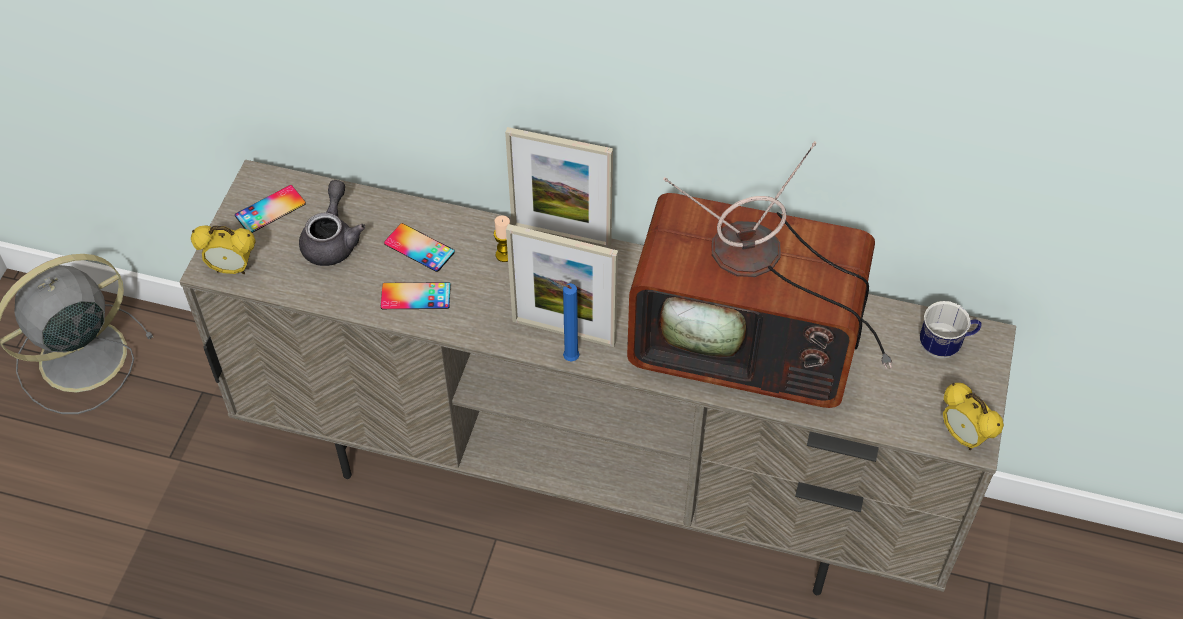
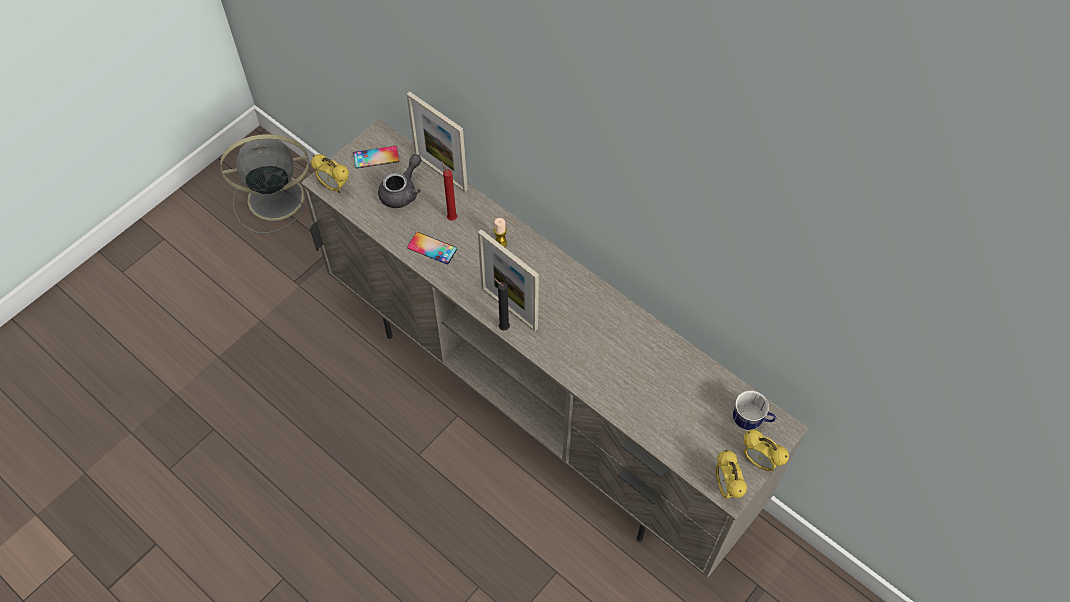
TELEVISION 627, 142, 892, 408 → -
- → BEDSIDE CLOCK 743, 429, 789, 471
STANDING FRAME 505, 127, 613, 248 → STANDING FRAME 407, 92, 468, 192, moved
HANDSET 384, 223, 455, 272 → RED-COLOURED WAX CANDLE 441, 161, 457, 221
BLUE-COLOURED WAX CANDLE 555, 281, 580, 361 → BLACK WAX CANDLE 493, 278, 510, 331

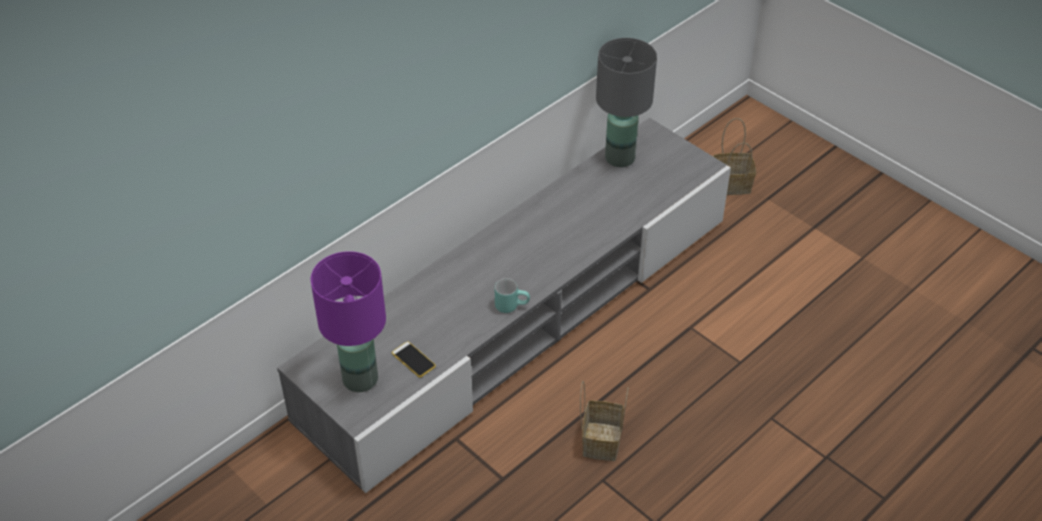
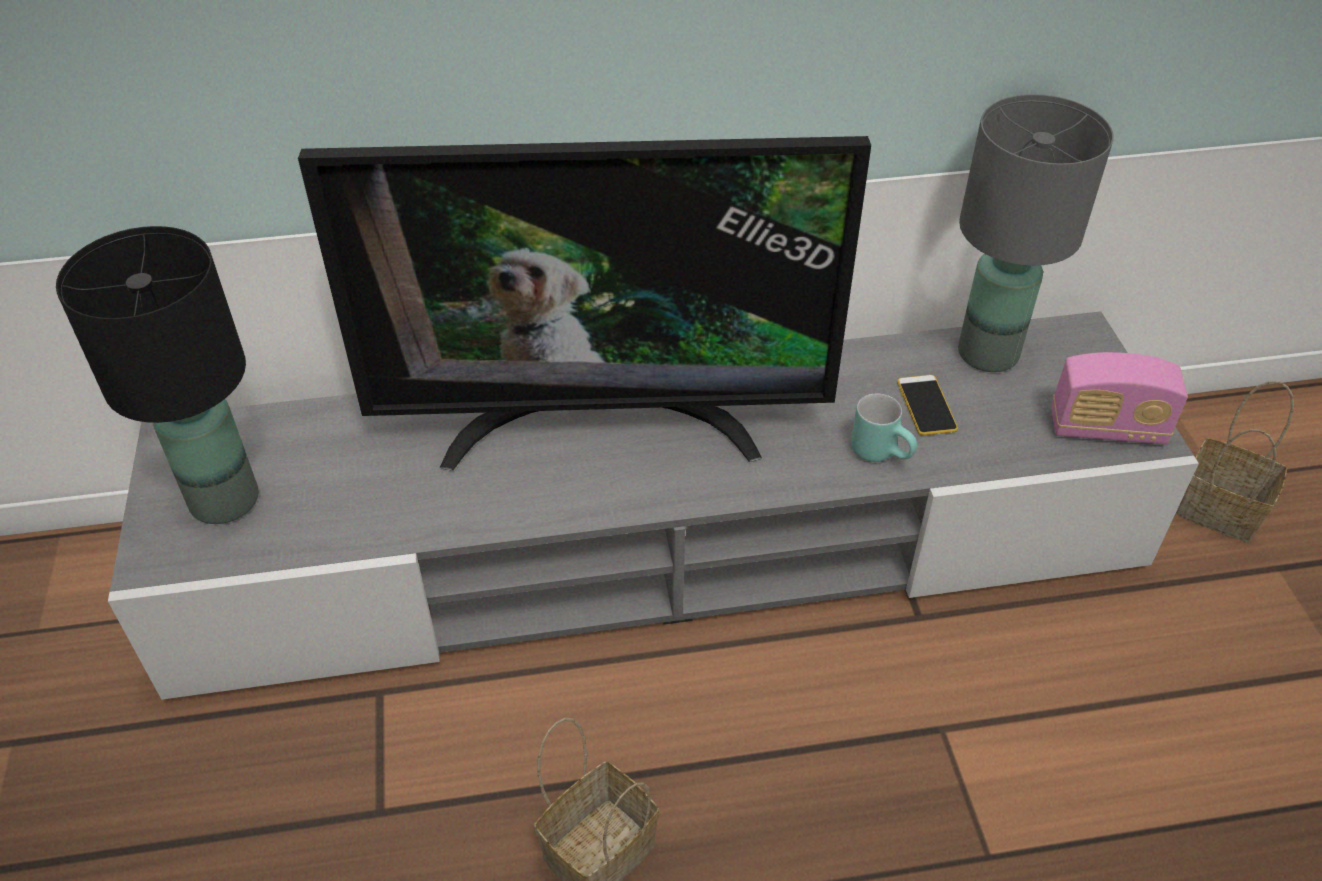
- → TELEVISION 298, 136, 871, 471
- → RADIO 1051, 352, 1188, 445
HANDSET 392, 342, 436, 377 → HANDSET 897, 375, 958, 436, moved
TURQUOISE TEA MUG 495, 278, 530, 313 → TURQUOISE TEA MUG 851, 394, 917, 462, moved
PURPLISH TABLE LAMP 311, 251, 386, 392 → BLACK TABLE LAMP 56, 226, 259, 524

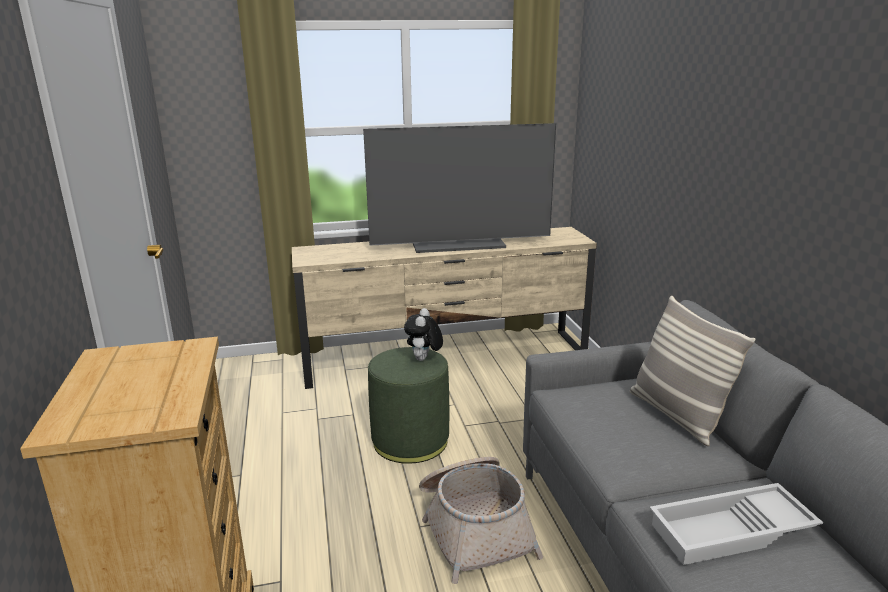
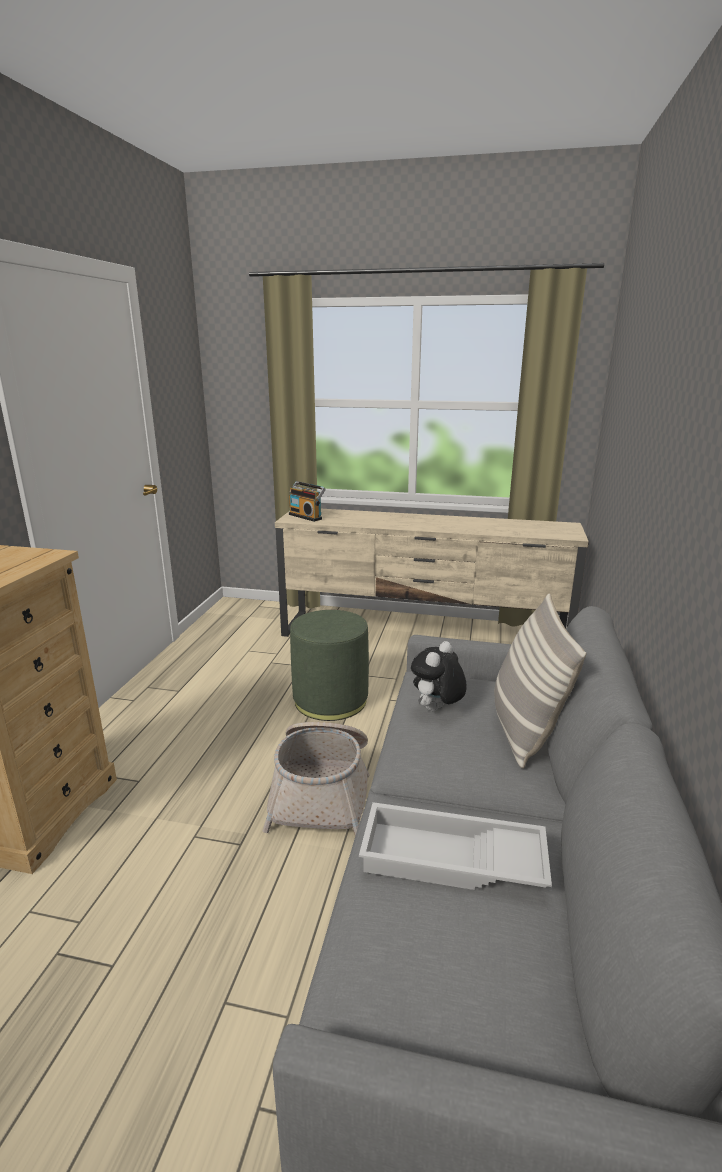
TELEVISION 363, 123, 556, 253 → -
- → RADIO 289, 481, 326, 522
SOFT TOY 404, 308, 443, 361 → SOFT TOY 411, 641, 467, 711, moved

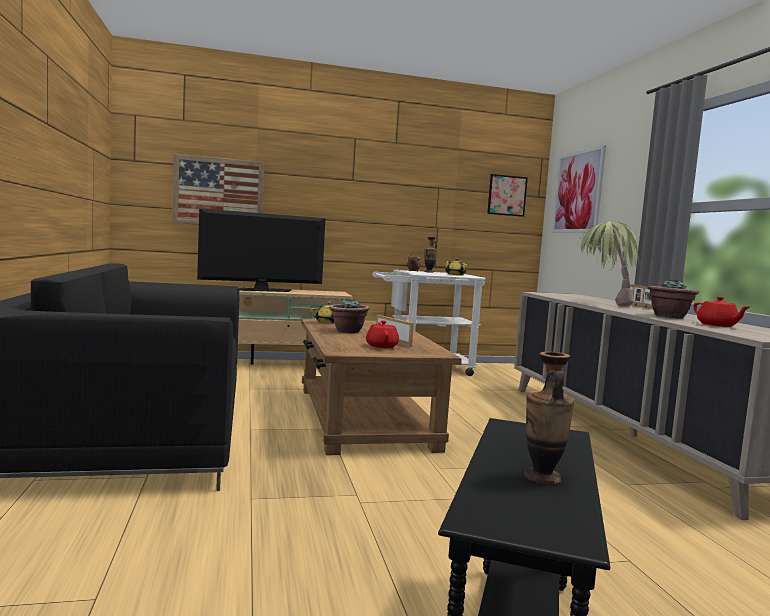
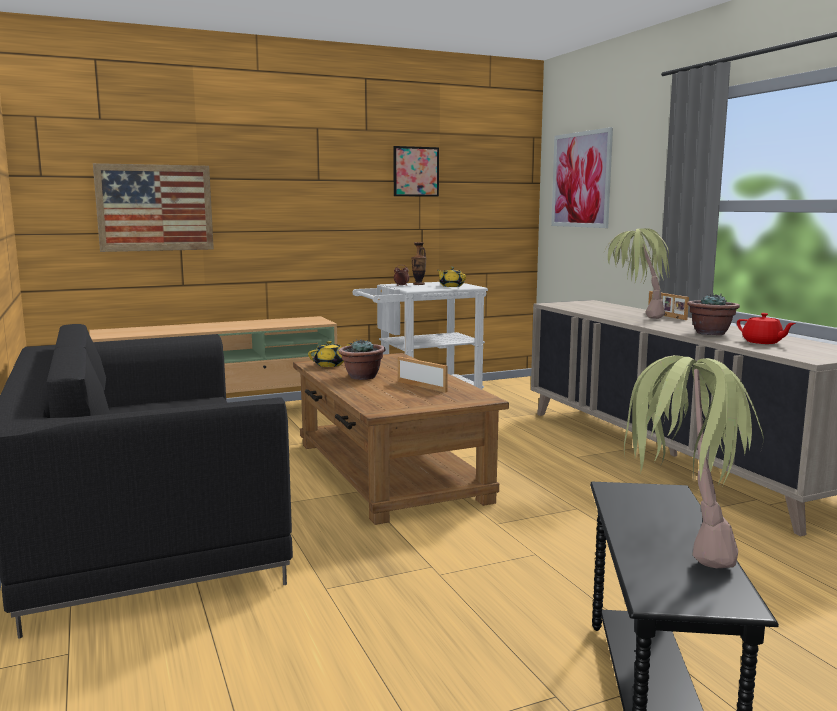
TELEVISION 197, 208, 325, 292 → -
RED-COLOURED POT FOR TEA 366, 320, 399, 348 → -
PICTURE 487, 174, 528, 217 → PICTURE 393, 146, 439, 197, moved
FLOWER VASE 524, 352, 574, 485 → HOUSEPLANT 624, 355, 763, 568

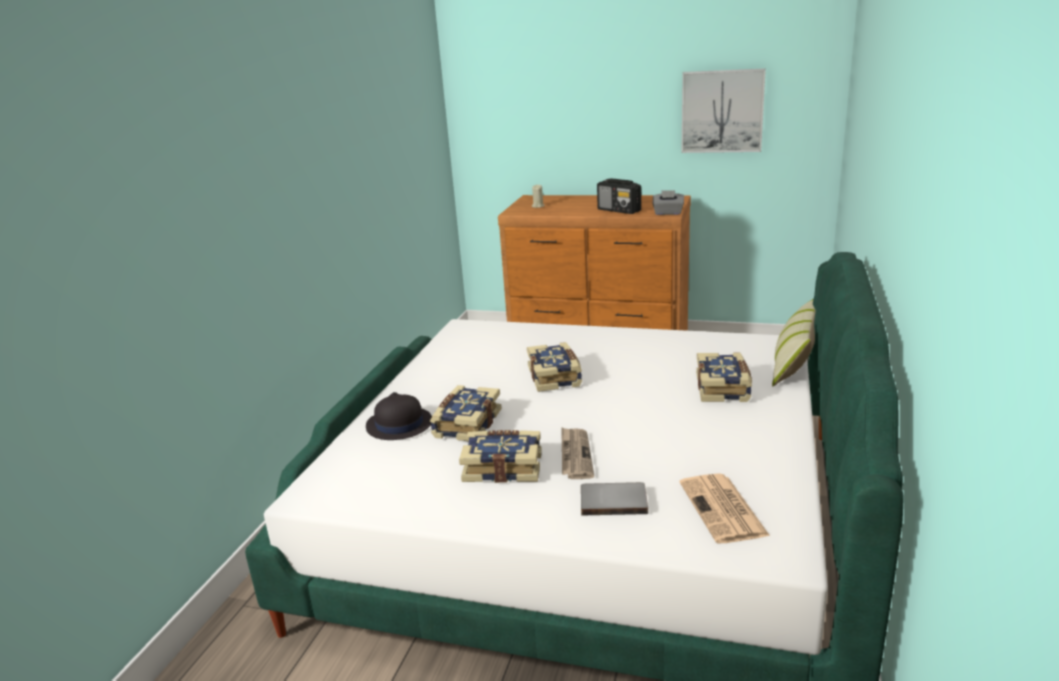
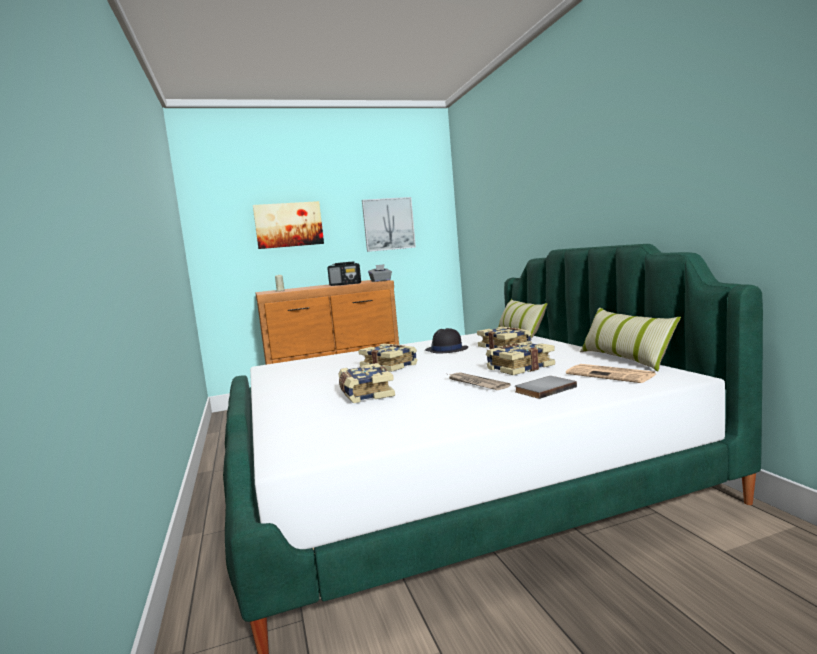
- → PICTURE 253, 201, 324, 249
- → CUSHION 580, 308, 681, 371
BLACK HAT 366, 392, 432, 440 → BLACK HAT 425, 328, 468, 353, moved
VOLUME 459, 430, 541, 483 → VOLUME 486, 341, 555, 375, moved

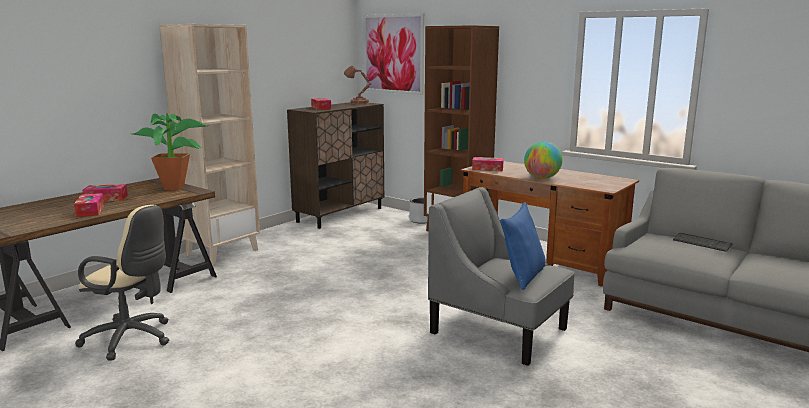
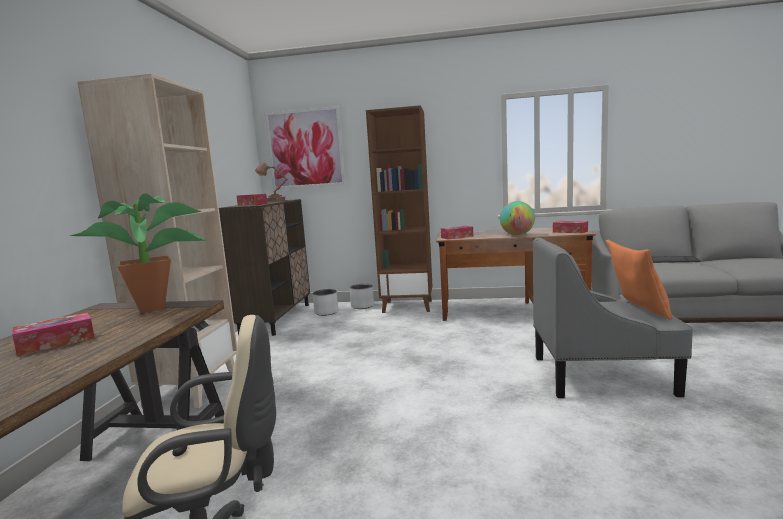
- → GREY PLANTER 313, 289, 338, 316
BOX OF TISSUES 74, 193, 105, 217 → BOX OF TISSUES 553, 221, 588, 233, moved
BLUE-COLOURED CUSHION 500, 202, 546, 290 → ORANGEY CUSHION 606, 239, 673, 320

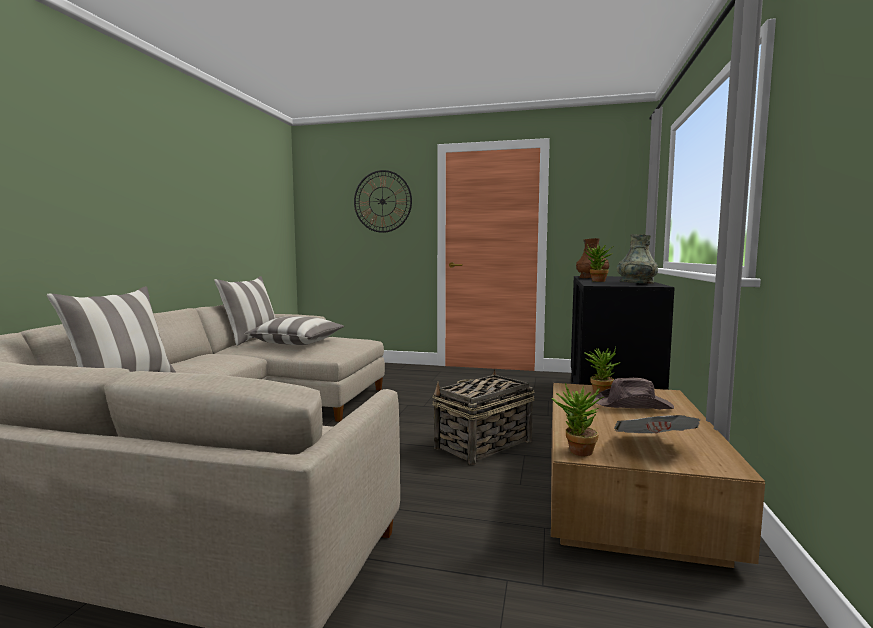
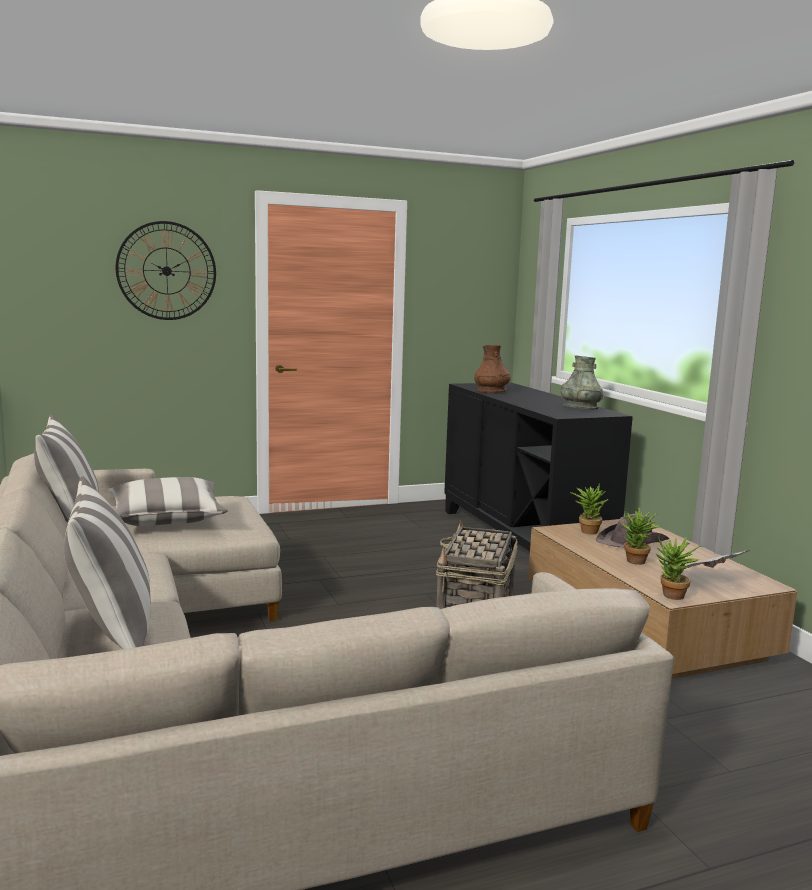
HOUSEPLANT 585, 244, 614, 282 → HOUSEPLANT 621, 508, 660, 565, moved

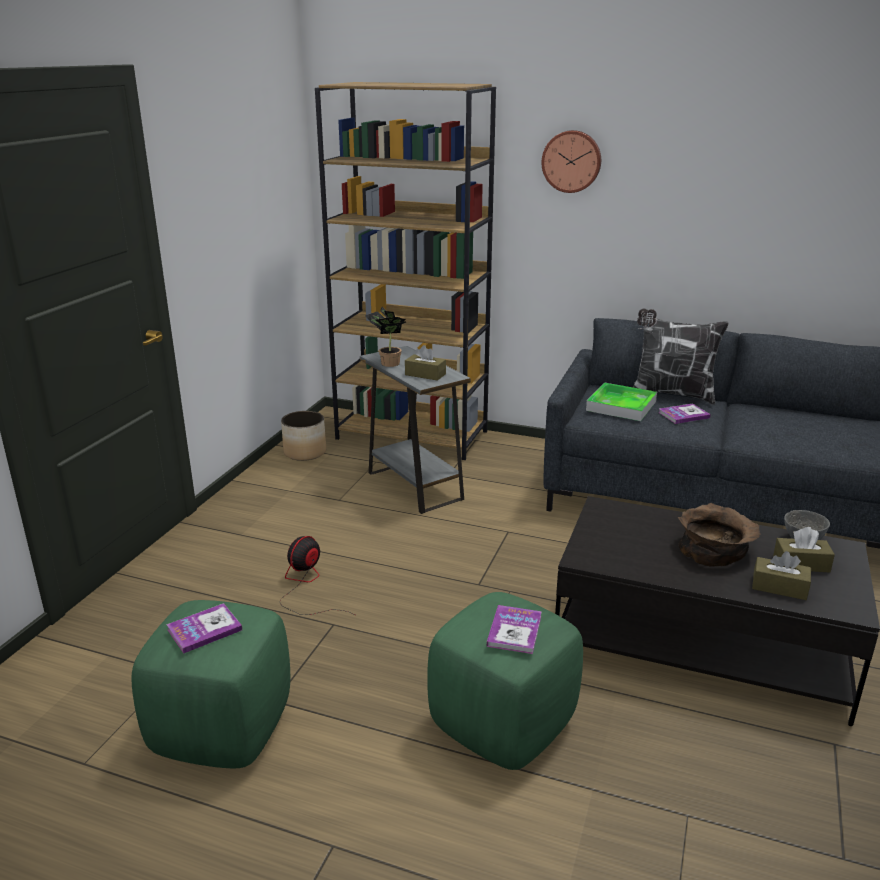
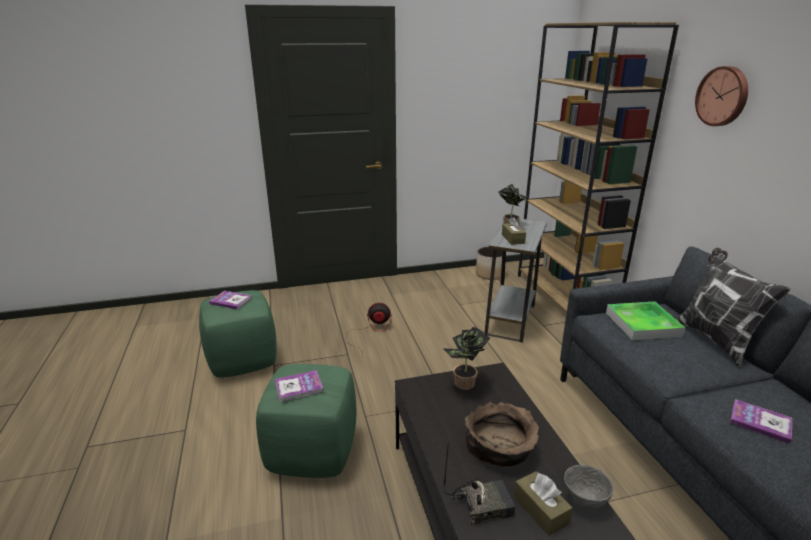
- → HOUSEPLANT 443, 326, 490, 390
VOLUME 658, 403, 711, 424 → VOLUME 730, 399, 792, 444, moved
BROWNISH BOX OF TISSUES 752, 551, 811, 600 → RADIO 444, 442, 515, 525

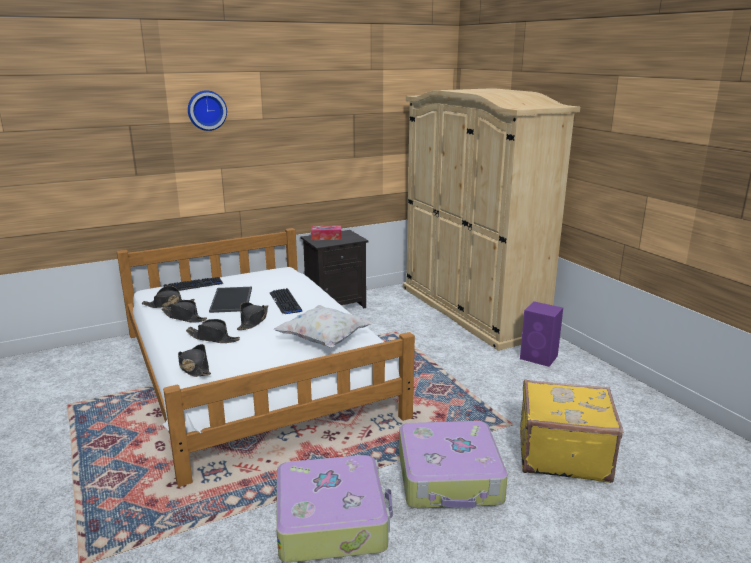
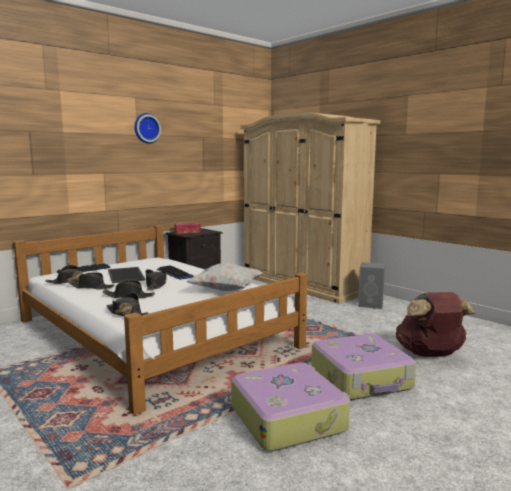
CLOCK ON THE WALL 188, 90, 227, 131 → CLOCK ON THE WALL 134, 113, 161, 144, moved
YELLOW PIECE OF LUGGAGE 520, 380, 624, 483 → BROWNISH KNAPSACK 396, 292, 475, 357
PURPLISH AUDIO SPEAKER 520, 301, 563, 367 → GREY AUDIO SPEAKER 358, 262, 385, 309

